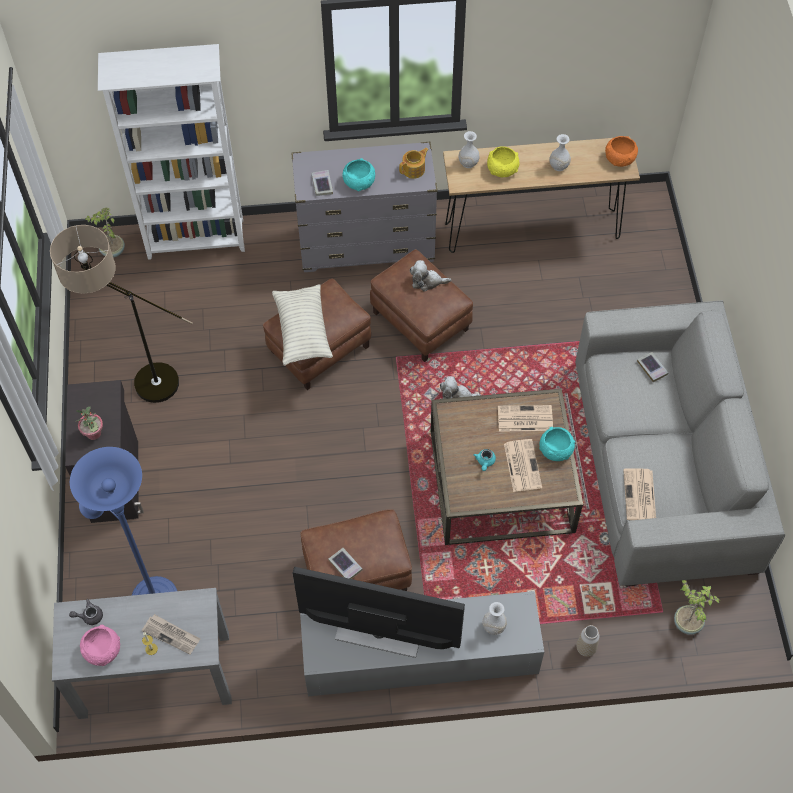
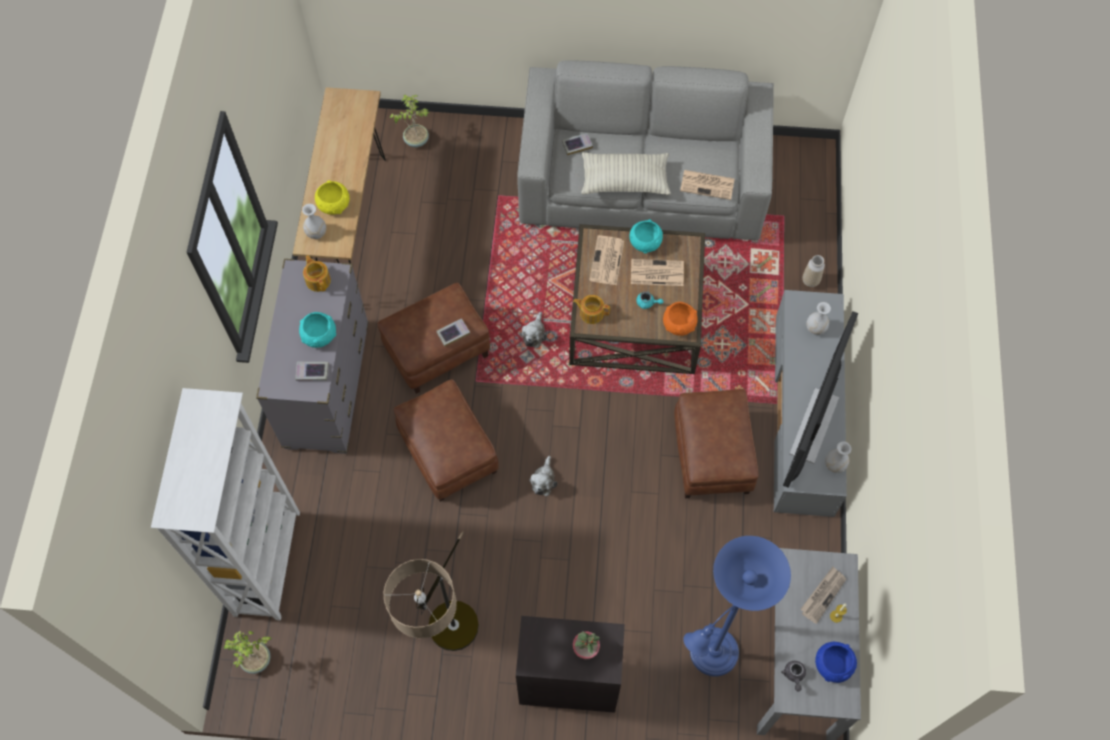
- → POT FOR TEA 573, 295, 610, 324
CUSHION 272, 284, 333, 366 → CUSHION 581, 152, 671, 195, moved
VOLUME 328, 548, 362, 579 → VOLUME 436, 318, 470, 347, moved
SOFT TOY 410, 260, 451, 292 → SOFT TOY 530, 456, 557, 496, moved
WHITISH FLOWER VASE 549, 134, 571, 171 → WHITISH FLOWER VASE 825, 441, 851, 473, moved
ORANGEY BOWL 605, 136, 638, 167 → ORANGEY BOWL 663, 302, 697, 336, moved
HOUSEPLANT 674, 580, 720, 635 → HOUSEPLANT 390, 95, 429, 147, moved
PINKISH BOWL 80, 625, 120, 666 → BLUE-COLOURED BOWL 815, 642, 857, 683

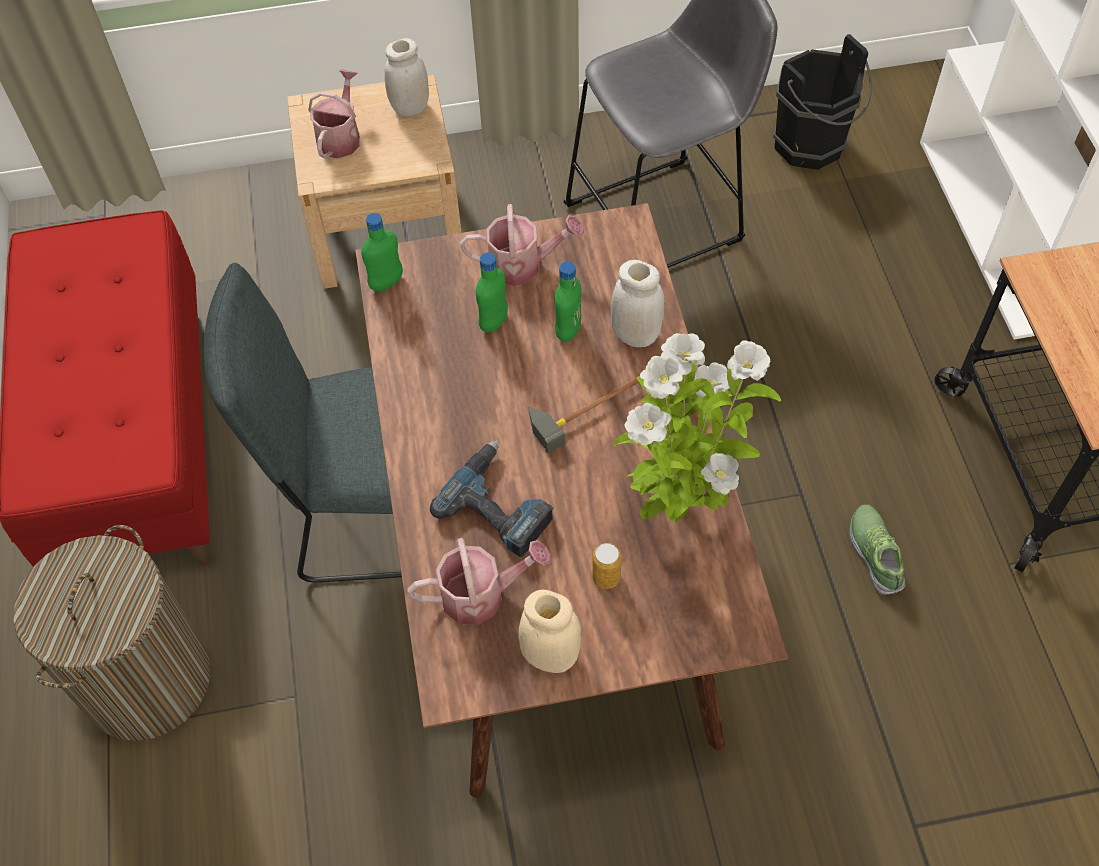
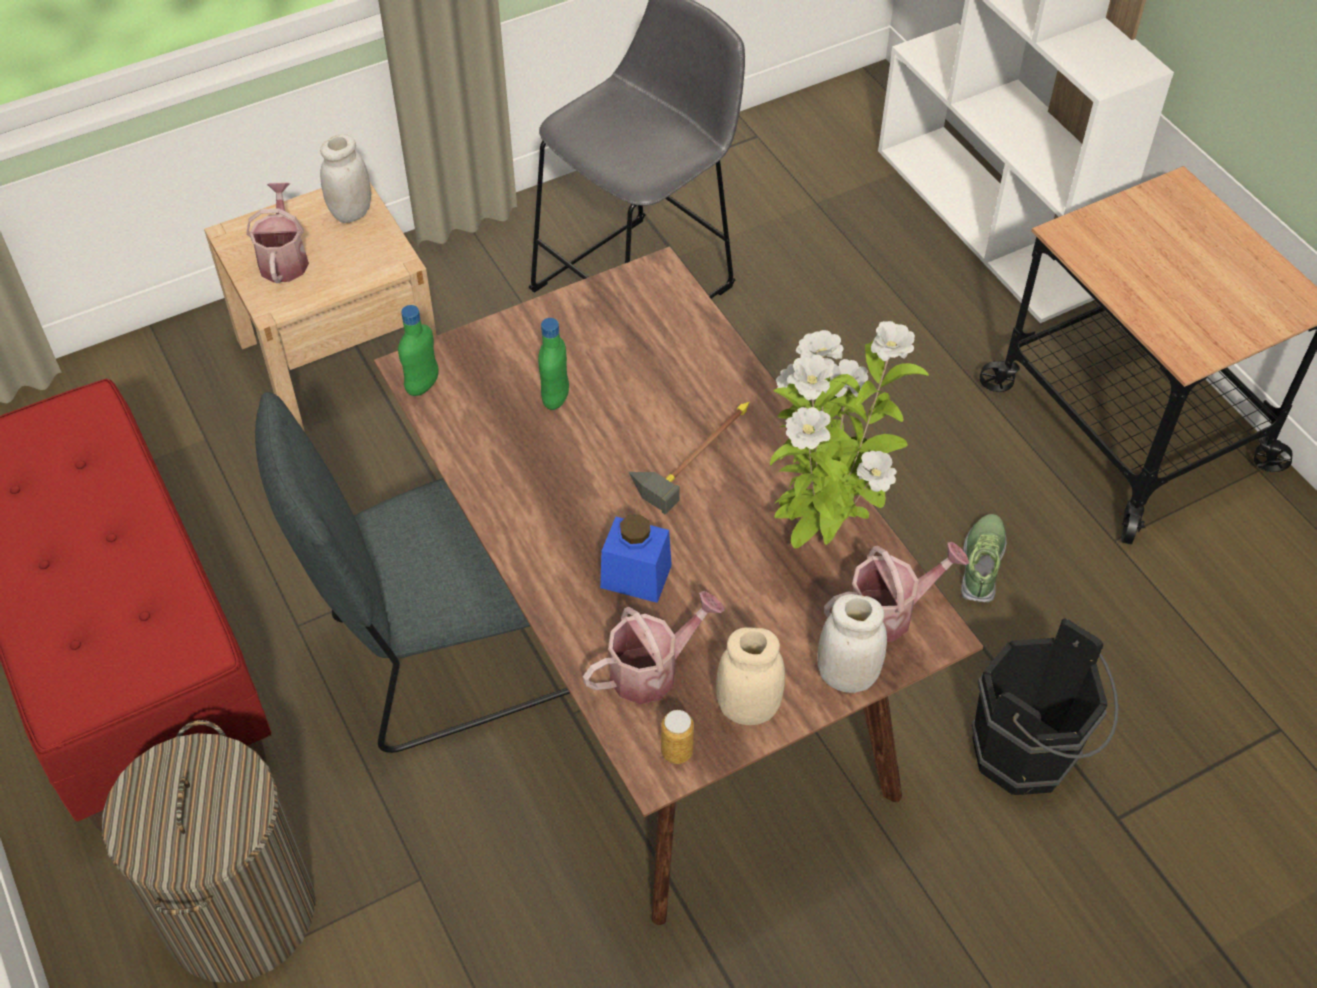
GREEN-COLOURED BOTTLE 555, 261, 581, 342 → -
WATERING POT 460, 204, 584, 286 → WATERING POT 824, 542, 969, 642, moved
METAL CAN 592, 543, 621, 589 → METAL CAN 661, 710, 694, 764, moved
WHITISH STORAGE JAR 611, 260, 665, 347 → WHITISH STORAGE JAR 817, 594, 887, 693, moved
BLACK WATER BUCKET 773, 34, 872, 170 → BLACK WATER BUCKET 971, 619, 1119, 795, moved
POWER DRILL 430, 441, 554, 557 → BLUE-COLOURED STORAGE JAR 600, 514, 672, 603
LOW SHOE 849, 504, 906, 595 → LOW SHOE 961, 514, 1006, 603, 45 degrees clockwise

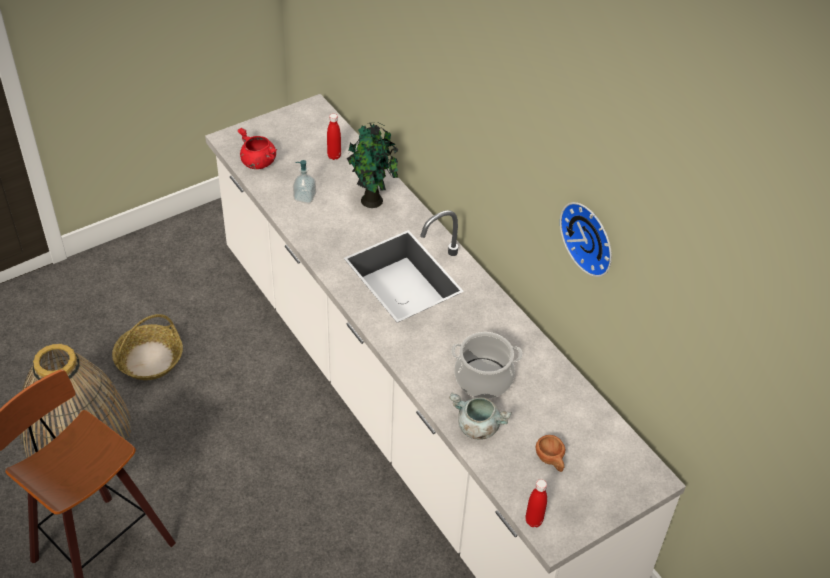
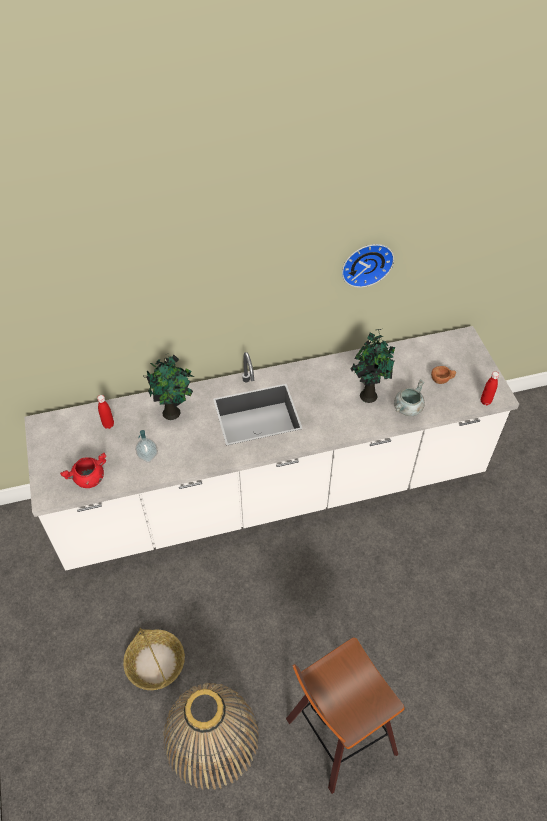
STOCKPOT 451, 332, 522, 399 → HOUSEPLANT 350, 329, 395, 403

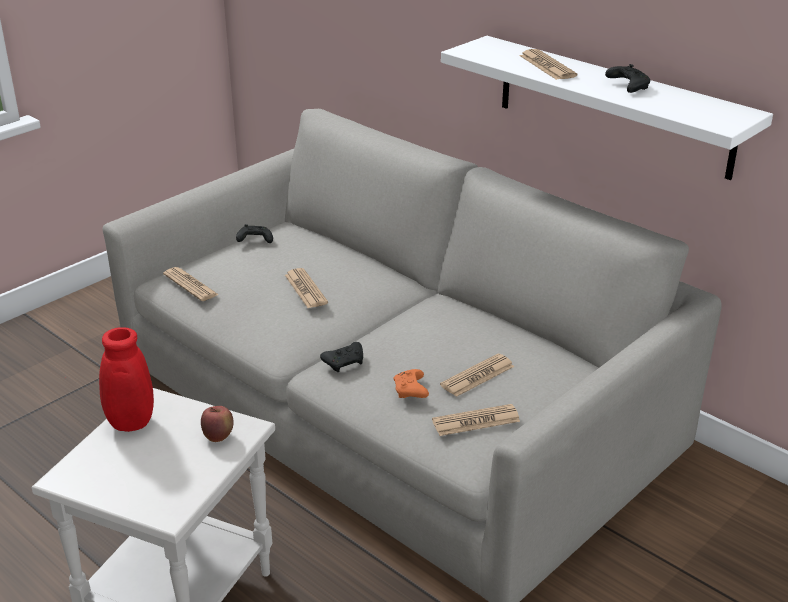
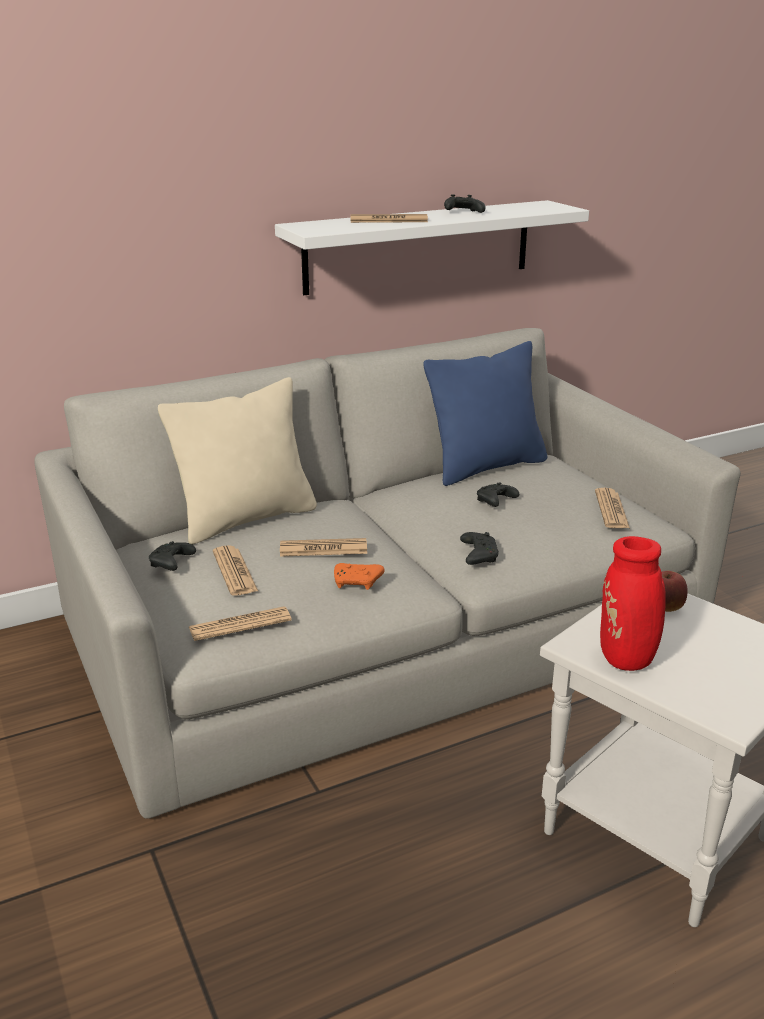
- → BEIGE-COLOURED CUSHION 158, 377, 317, 544
- → BLUE-COLOURED CUSHION 423, 341, 547, 486
- → BLACK GAMEPAD 477, 483, 519, 507
ORANGEY GAMEPAD 394, 369, 429, 398 → ORANGEY GAMEPAD 334, 563, 385, 590, moved
NEWSPAPER 440, 354, 514, 397 → NEWSPAPER 213, 545, 258, 596, moved

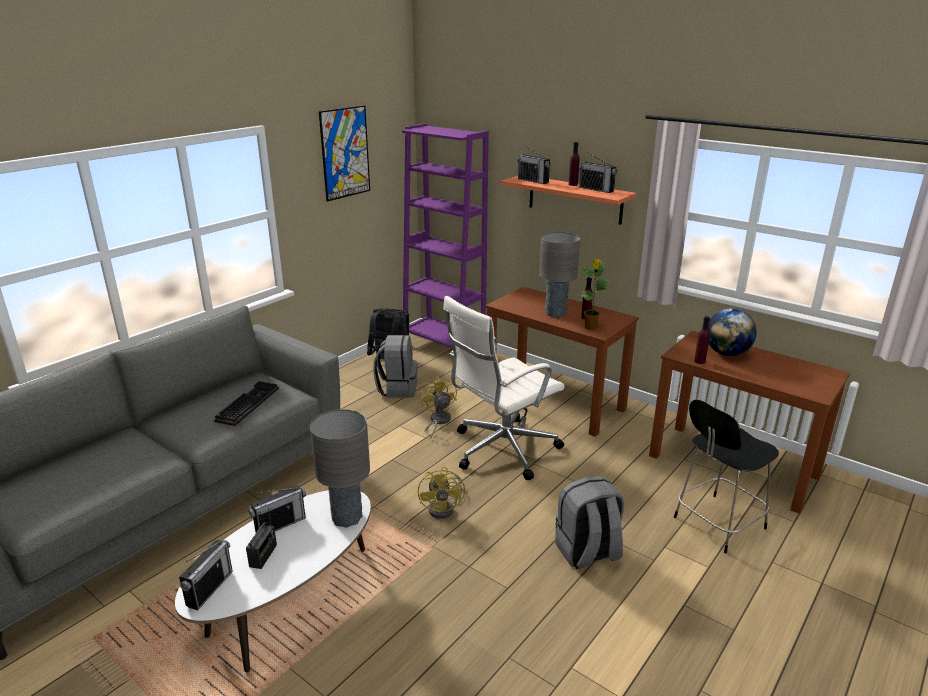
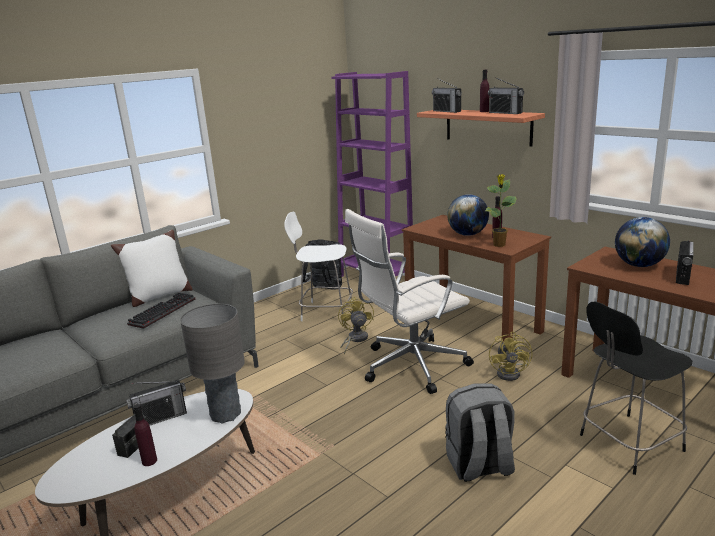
PICTURE 319, 105, 370, 202 → -
- → WHITISH CUSHION 111, 230, 193, 307
RADIO 179, 540, 233, 610 → RADIO 676, 240, 694, 285, moved
YELLOW ELECTRIC FAN 418, 467, 466, 519 → YELLOW ELECTRIC FAN 489, 332, 532, 381, moved
PURPLISH BOTTLE 694, 316, 710, 364 → PURPLISH BOTTLE 133, 404, 157, 466, moved
GREY KNAPSACK 373, 335, 418, 398 → WHITISH PLAIN CHAIR 284, 211, 353, 322
GREY TABLE LAMP 539, 232, 581, 317 → DESK GLOBE 447, 194, 489, 236

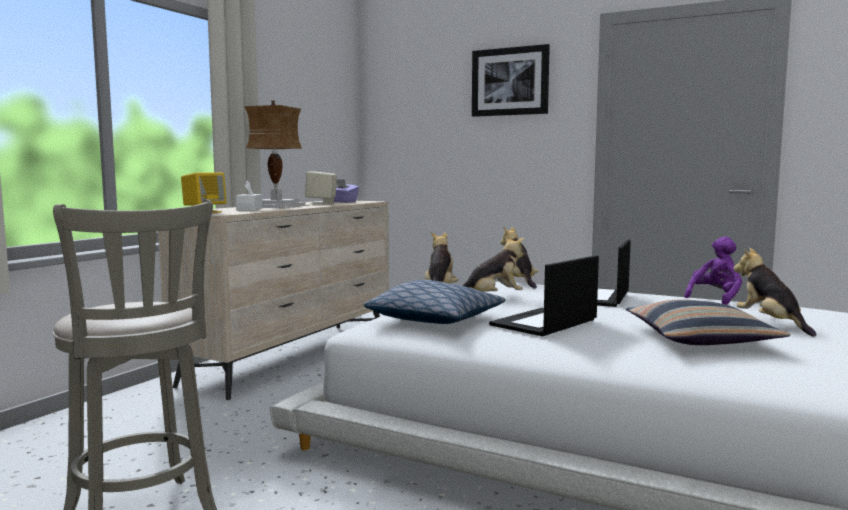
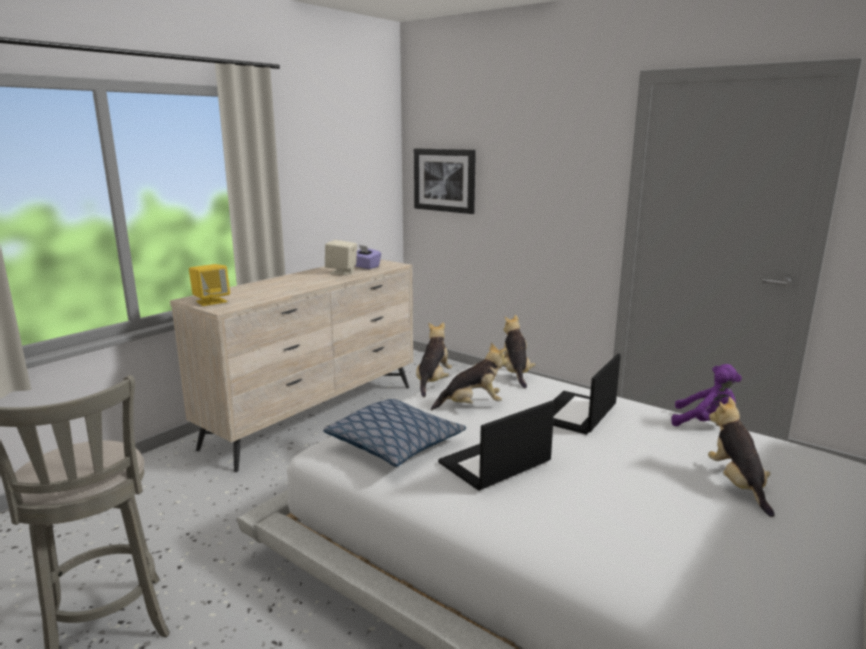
WHITISH BOX OF TISSUES 236, 180, 263, 211 → -
TABLE LAMP 244, 100, 310, 209 → -
CUSHION 626, 299, 791, 345 → -
PICTURE 472, 44, 550, 117 → PICTURE 414, 149, 476, 214, moved
PURPLISH SOFT TOY 684, 237, 742, 305 → PURPLISH SOFT TOY 671, 364, 742, 426, 60 degrees clockwise

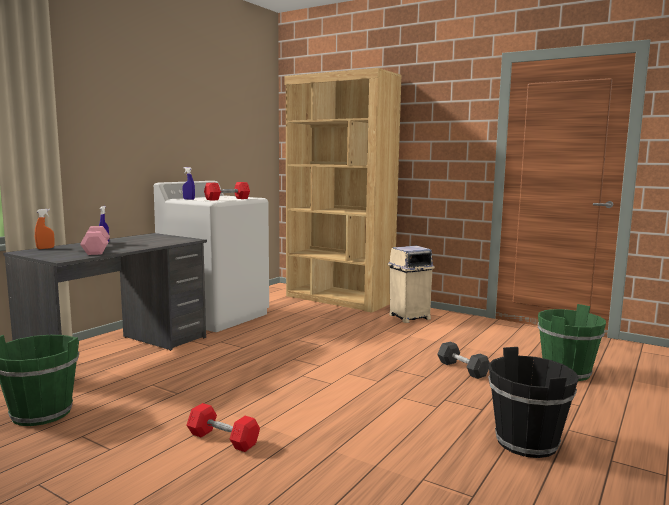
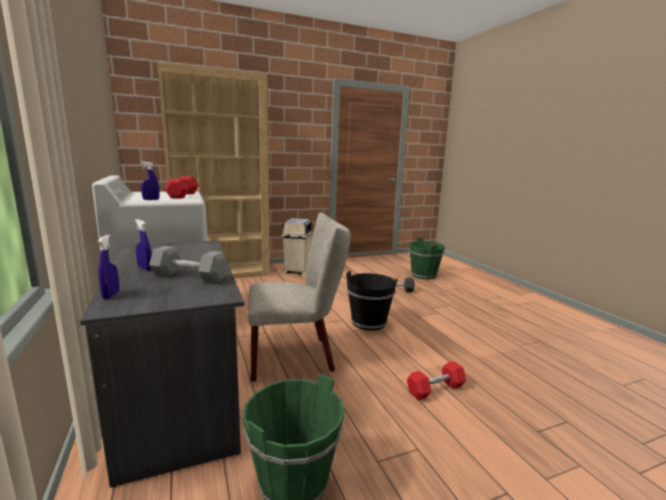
- → BEIGE-COLOURED PLAIN CHAIR 248, 212, 351, 381
BLACK WATER BUCKET 488, 347, 579, 458 → BLACK WATER BUCKET 346, 271, 398, 331, moved
ORANGEY HAND SPRAYER 35, 209, 54, 249 → BLUE-COLOURED HAND SPRAYER 98, 235, 119, 299
PINKISH HAND WEIGHT 80, 226, 110, 255 → GREY HAND WEIGHT 149, 246, 228, 284

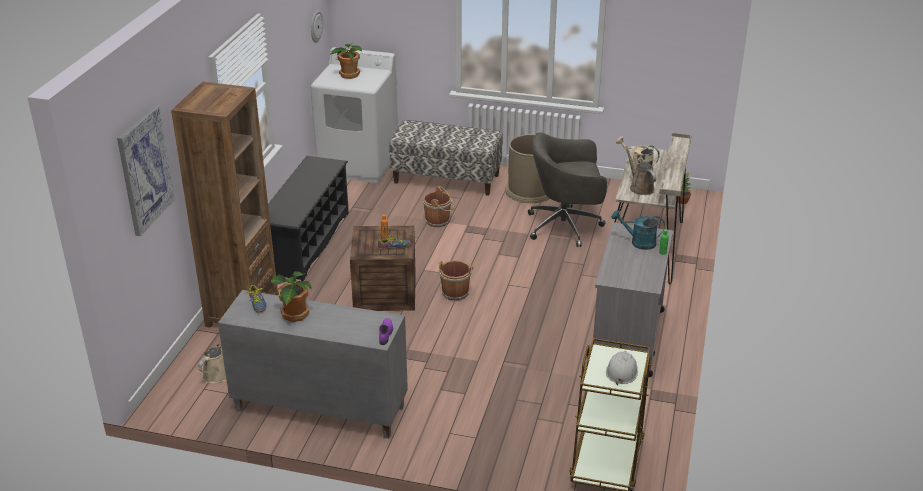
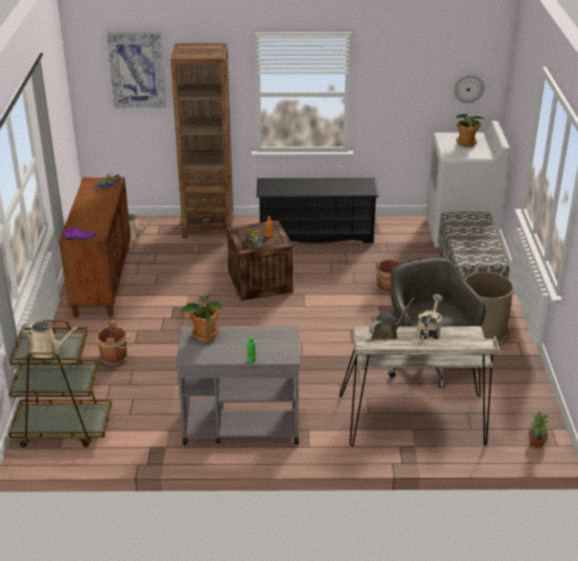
TURQUOISE WATERING POT 612, 210, 665, 250 → -
HOUSEPLANT 271, 271, 312, 322 → HOUSEPLANT 180, 295, 222, 342, moved
BROWNISH WATER BUCKET 438, 260, 473, 301 → BROWNISH WATER BUCKET 96, 320, 131, 366, moved
WHITISH SAFETY HELMET 606, 351, 638, 385 → BEIGE-COLOURED WATERING POT 21, 322, 79, 358
GREY STORAGE CABINET 218, 290, 408, 439 → BROWNISH STORAGE CABINET 59, 177, 131, 317

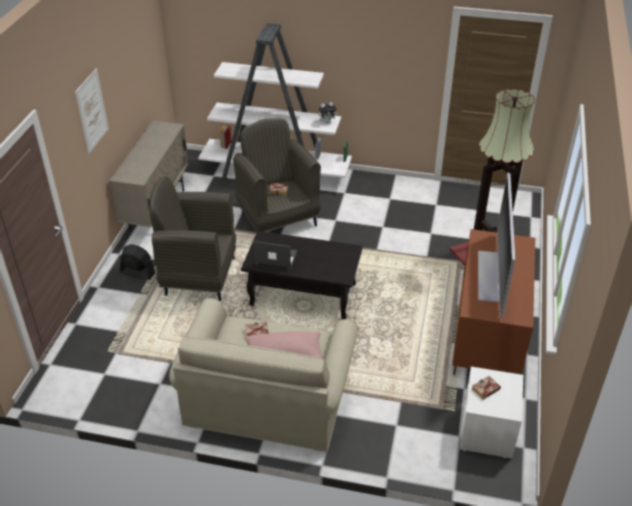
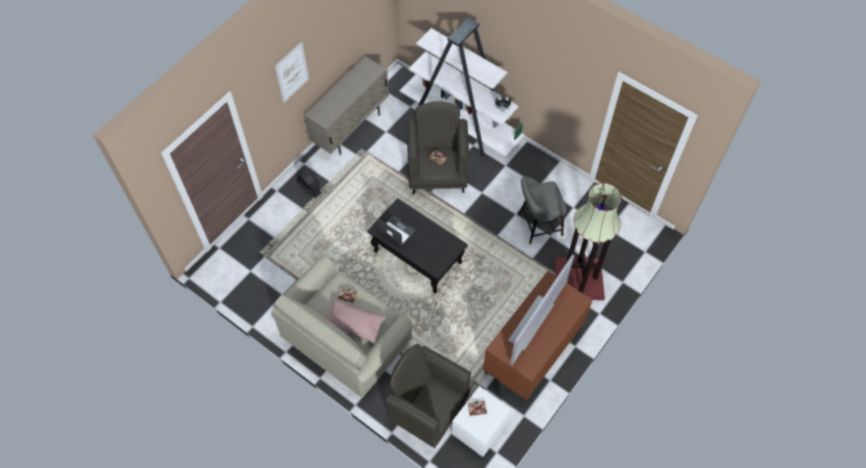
- → GREY STOOL SEAT 518, 176, 566, 244
GREY EASY CHAIR 149, 176, 236, 301 → GREY EASY CHAIR 386, 344, 471, 448, moved

